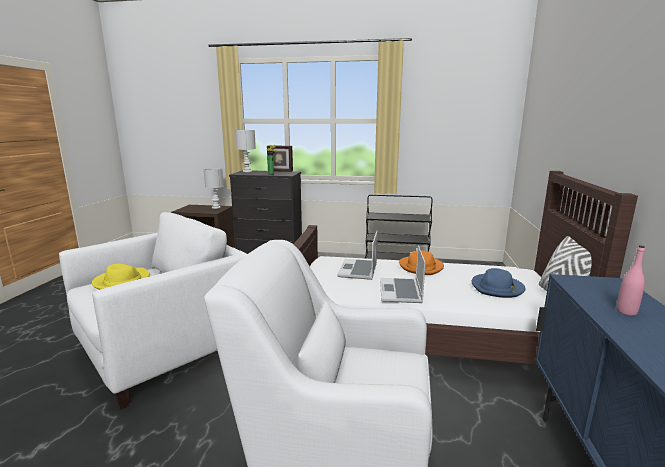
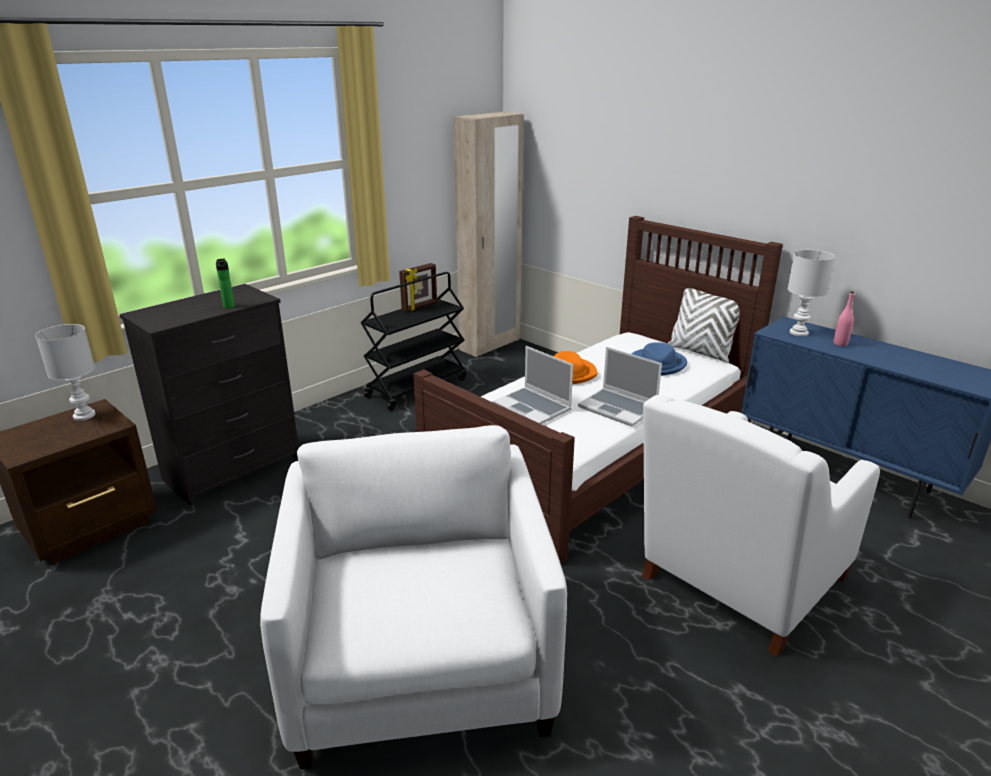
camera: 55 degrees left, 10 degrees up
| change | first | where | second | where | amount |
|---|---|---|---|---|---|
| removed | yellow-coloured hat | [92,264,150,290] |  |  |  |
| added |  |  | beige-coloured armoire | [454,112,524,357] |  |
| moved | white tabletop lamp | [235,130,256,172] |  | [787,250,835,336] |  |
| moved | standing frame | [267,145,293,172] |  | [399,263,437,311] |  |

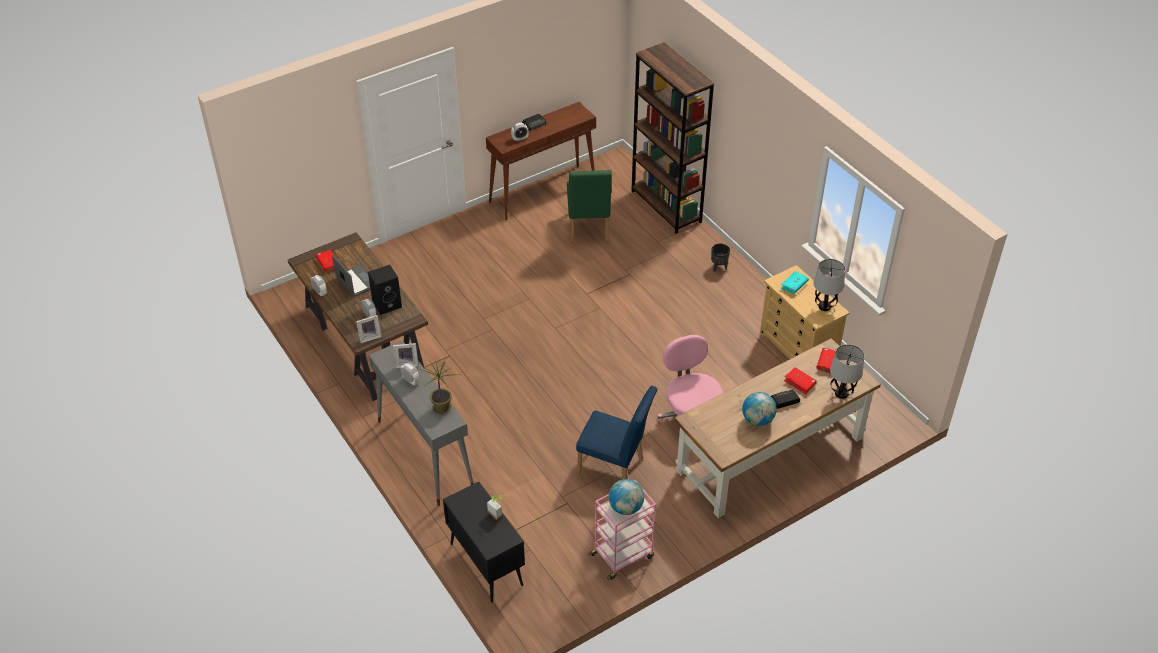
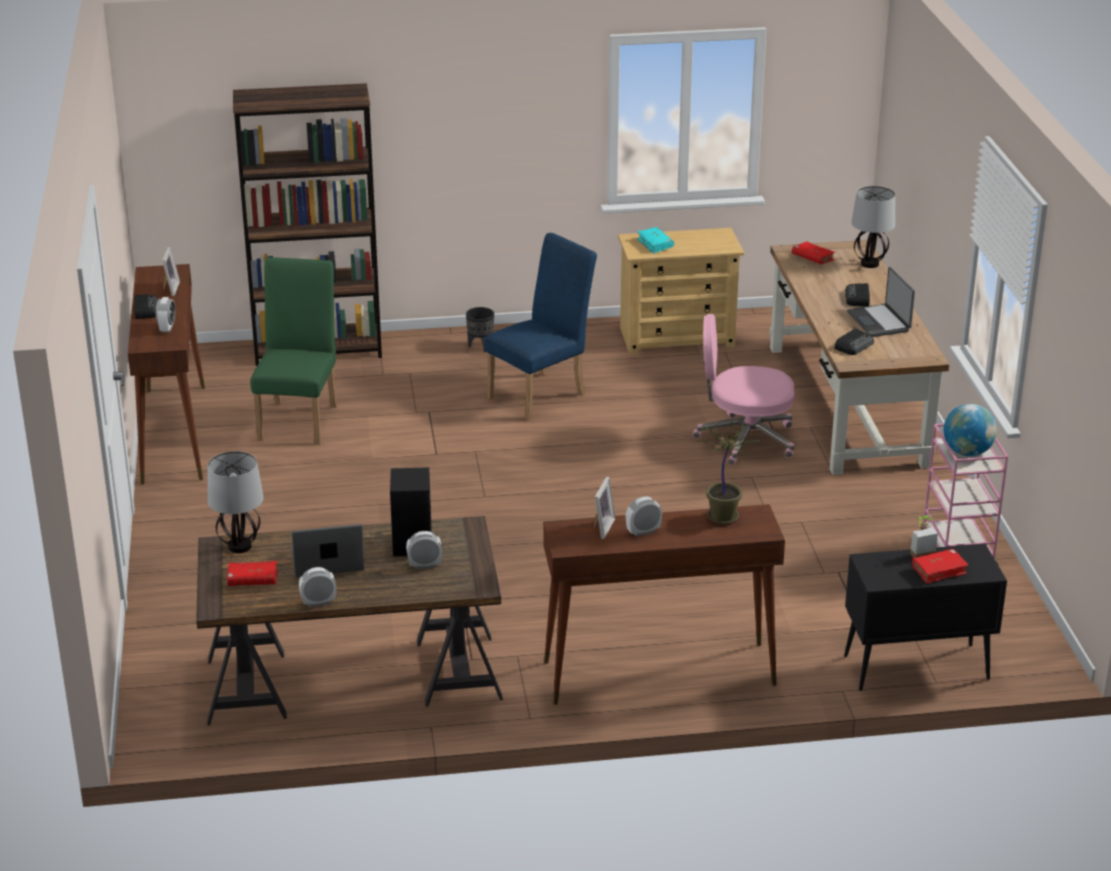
camera: 65 degrees left, 15 degrees down
| change | first | where | second | where | amount |
|---|---|---|---|---|---|
| added |  |  | radio set | [834,329,874,355] |  |
| moved | standing frame | [356,315,382,343] |  | [162,246,180,296] |  |
| moved | blue upright chair | [576,386,658,479] |  | [485,233,597,420] |  |
| moved | reddish bound book | [784,367,817,394] |  | [912,549,969,584] |  |
| moved | tabletop lamp | [814,259,845,311] |  | [208,451,264,553] |  |
| replaced | world globe | [742,392,777,426] | portable computer | [847,267,915,337] |  |
| recoloured | gray hall table | [369,340,474,506] | brown-coloured hall table | [543,504,785,705] |  |
| turned | greenish upright chair | [567,170,612,243] |  | [250,257,337,445] | 105 degrees counterclockwise |

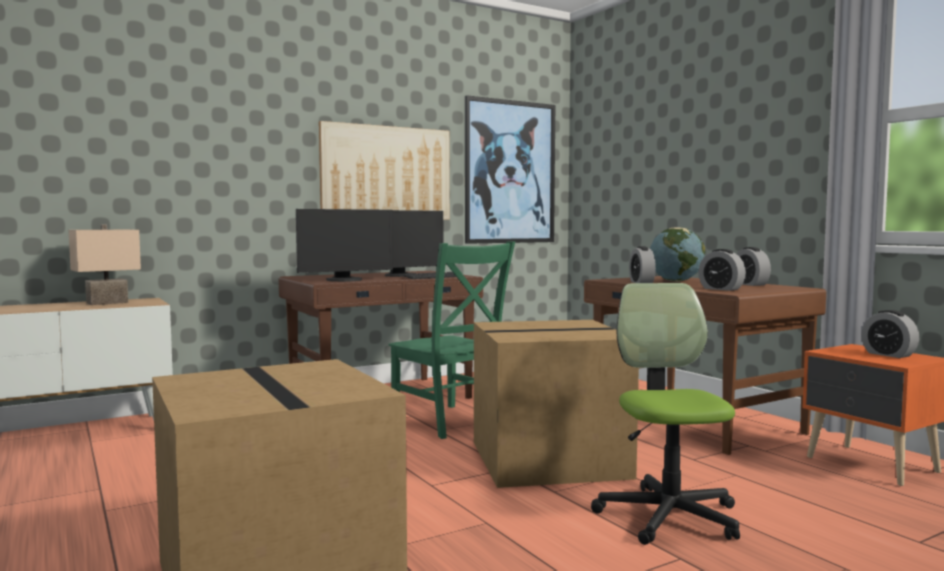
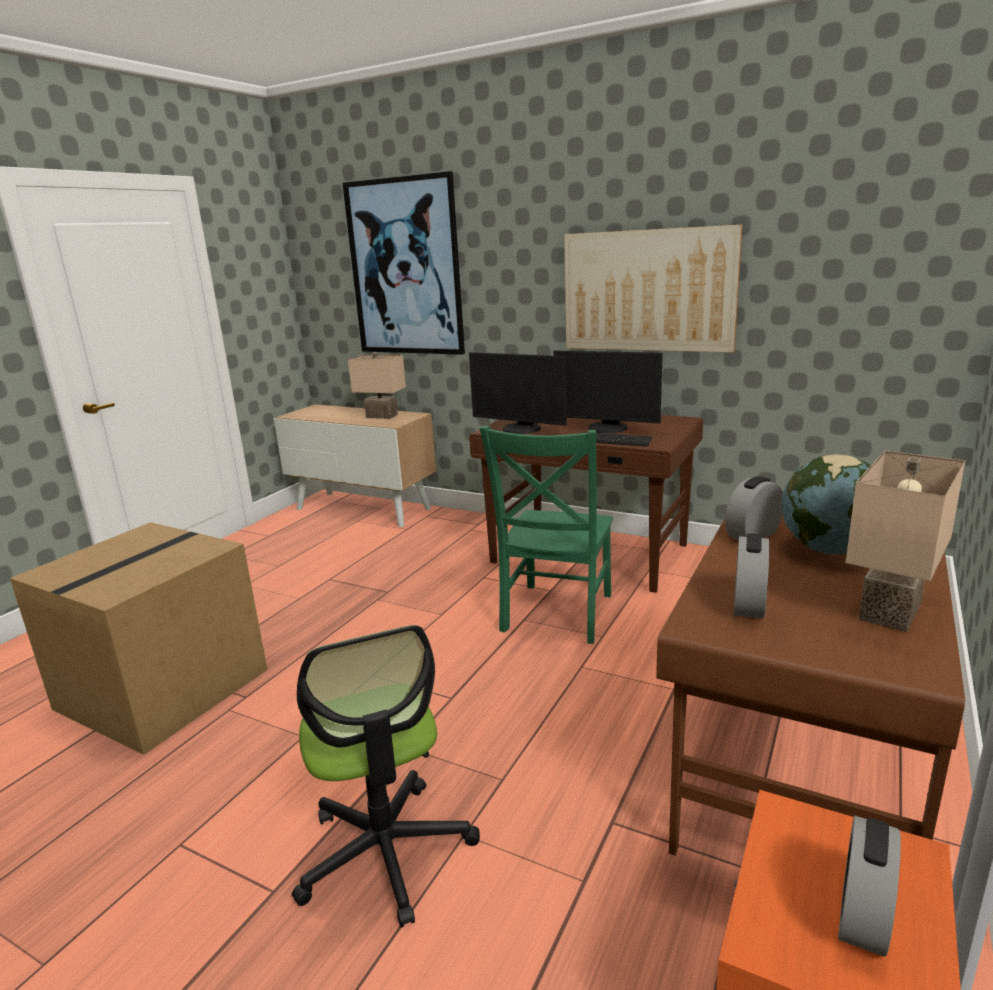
camera: 60 degrees right, 15 degrees up
| change | first | where | second | where | amount |
|---|---|---|---|---|---|
| removed | cardboard box | [474,320,639,488] |  |  |  |
| moved | picture | [465,95,555,244] |  | [343,171,465,355] |  |
| replaced | alarm clock | [736,247,771,286] | beige-coloured tabletop lamp | [846,450,965,632] |  |
| turned | office chair | [591,283,740,545] |  | [292,625,480,928] | 105 degrees clockwise |

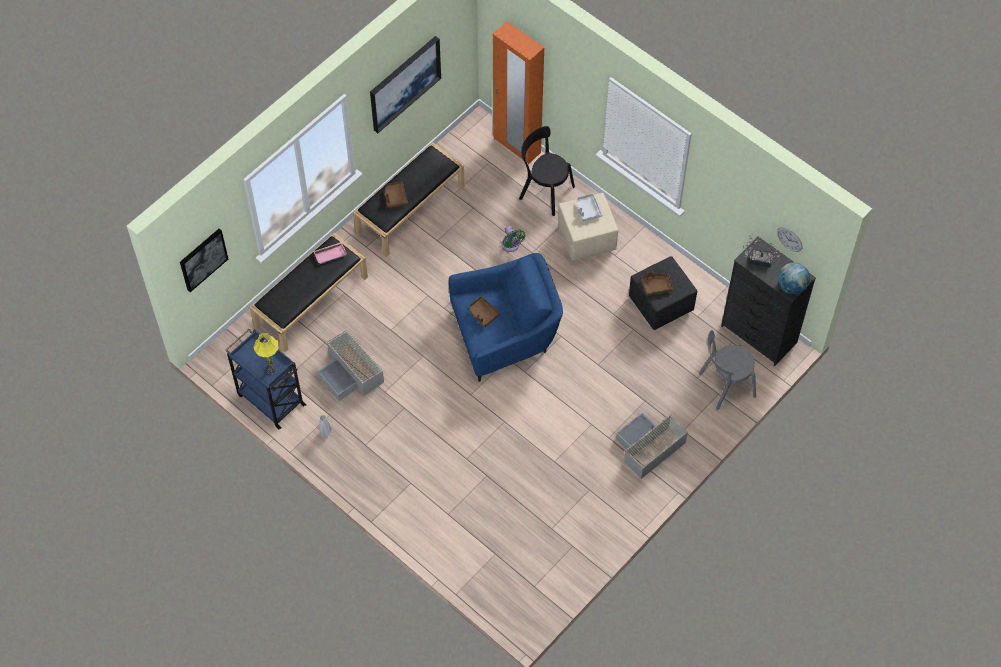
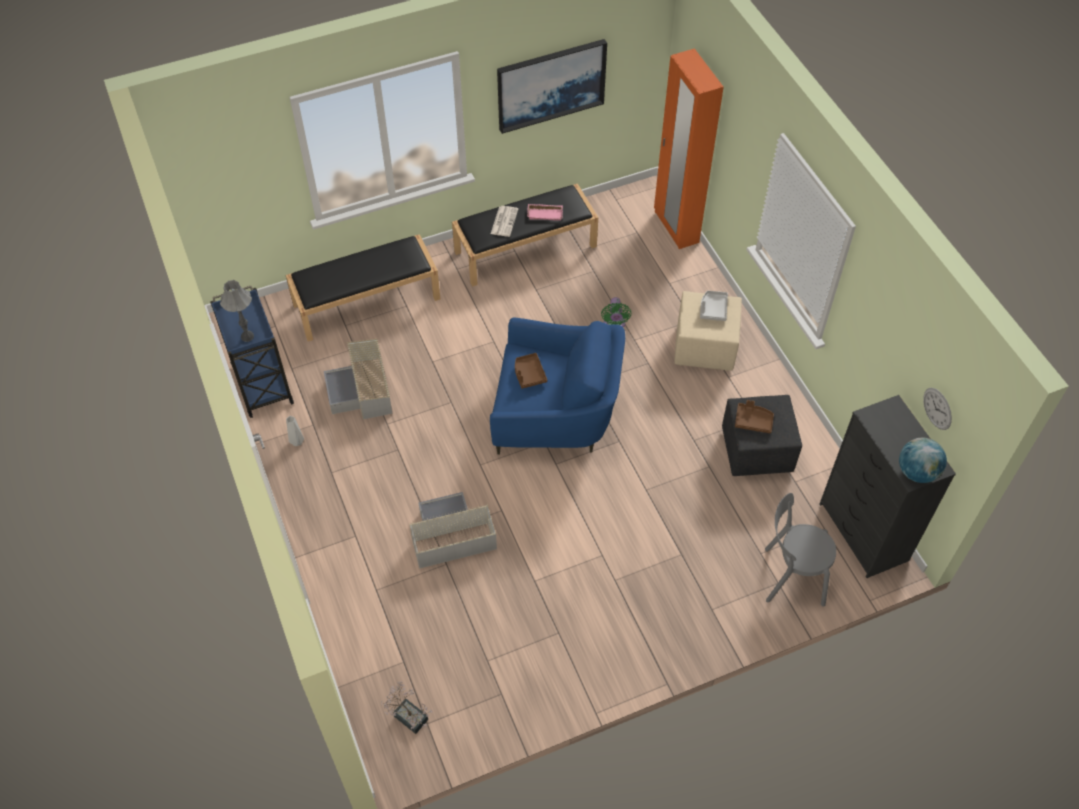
camera: 25 degrees right, 5 degrees down
| change | first | where | second | where | amount |
|---|---|---|---|---|---|
| removed | picture | [180,229,228,292] |  |  |  |
| removed | black upright chair | [519,126,575,216] |  |  |  |
| moved | pinkish serving tray | [313,242,347,264] |  | [527,204,563,221] |  |
| moved | gray storage bin | [616,412,688,479] |  | [409,492,497,569] |  |
| moved | houseplant | [743,234,779,268] |  | [381,681,433,734] |  |
| replaced | brown-coloured serving tray | [385,181,408,208] | newspaper | [491,206,518,237] |  |
| recoloured | yellow-coloured tabletop lamp | [253,333,279,374] | gray tabletop lamp | [220,280,254,342] |  |

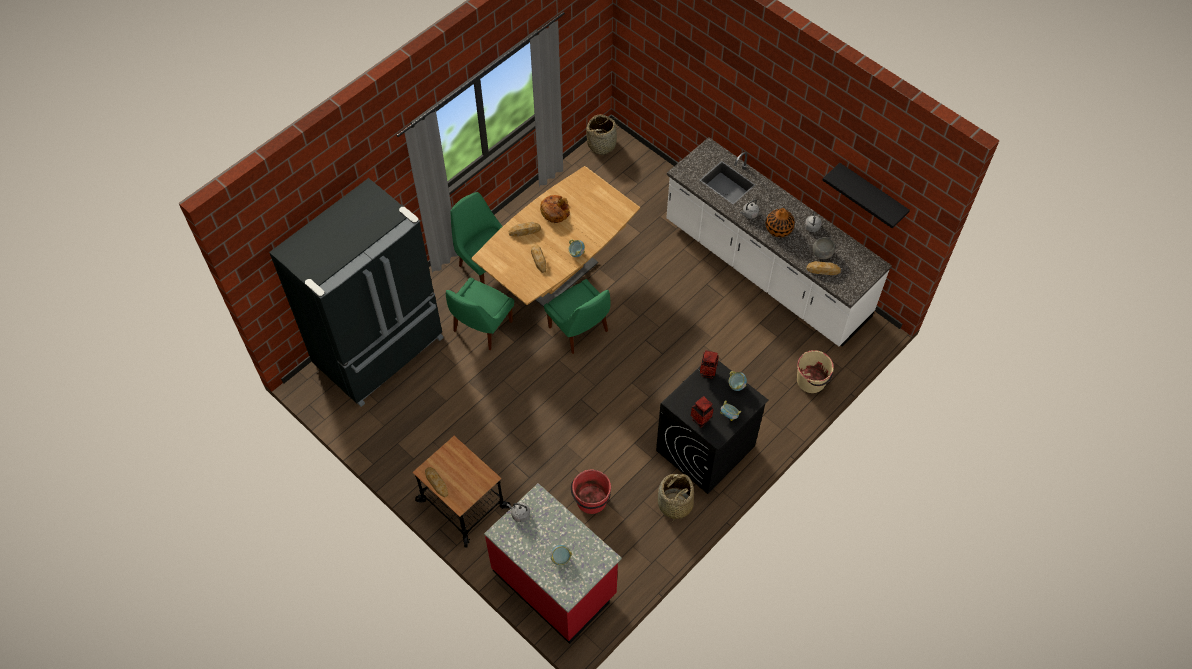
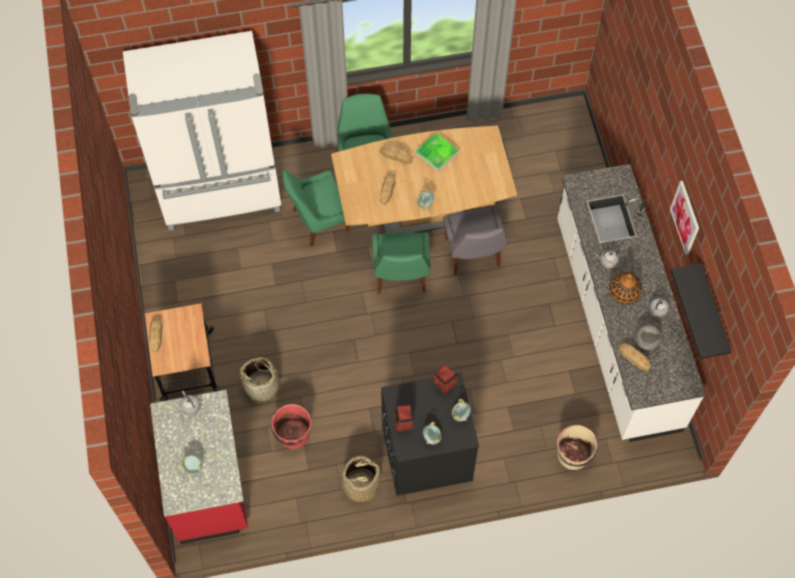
camera: 35 degrees right, 5 degrees up
| change | first | where | second | where | amount |
|---|---|---|---|---|---|
| added |  |  | gray upright chair | [443,207,507,275] |  |
| added |  |  | picture | [670,181,699,255] |  |
| moved | household basket | [586,115,617,155] |  | [238,357,286,402] |  |
| replaced | bread | [540,195,570,223] | serving tray | [416,133,459,172] |  |
| recoloured | black fridge | [269,178,444,407] | white fridge | [123,31,281,231] |  |

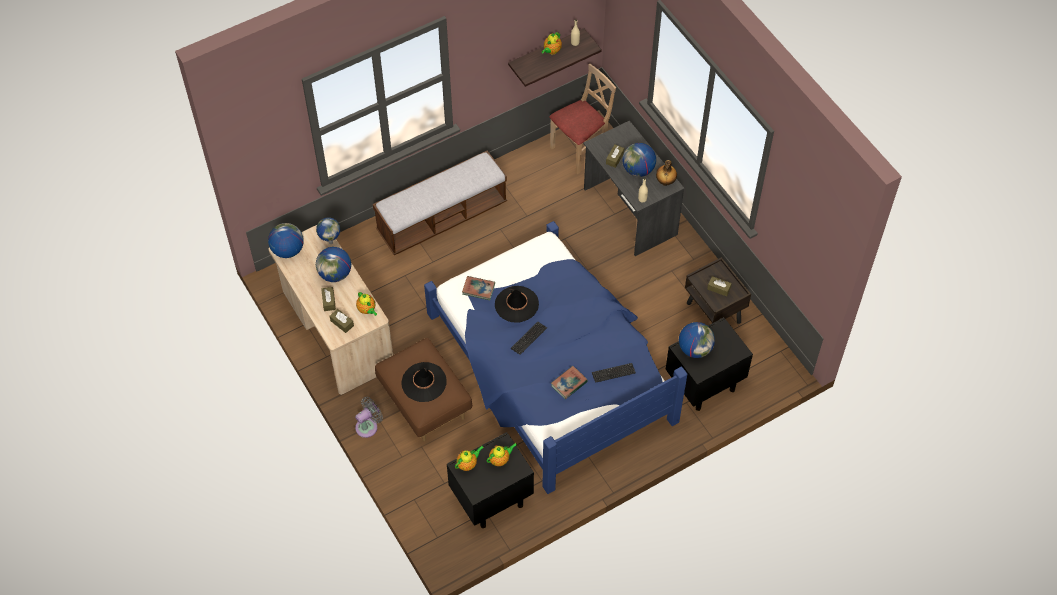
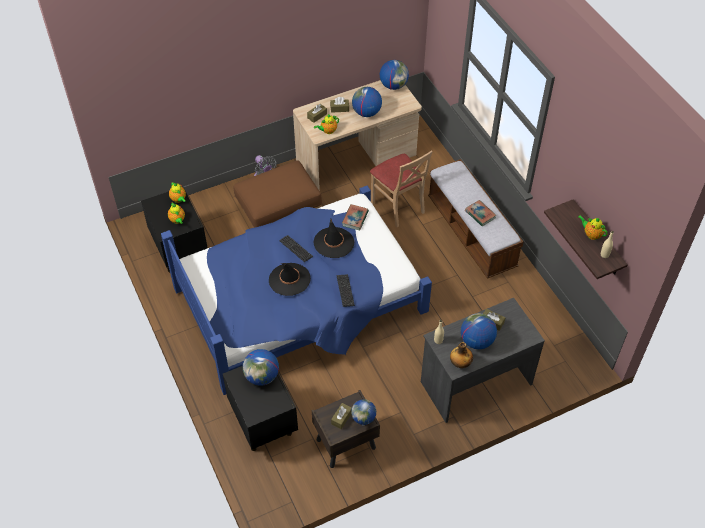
camera: 95 degrees right, 5 degrees down
| change | first | where | second | where | amount |
|---|---|---|---|---|---|
| moved | world globe | [316,217,340,244] |  | [351,399,376,426] |  |
| moved | black hat | [401,362,446,402] |  | [269,263,311,296] |  |
| moved | beige-coloured upright chair | [549,64,616,174] |  | [370,150,432,227] |  |
| moved | bound book | [551,366,588,399] |  | [465,200,496,226] |  |
| moved | PC keyboard | [592,363,636,383] |  | [336,274,355,307] |  |

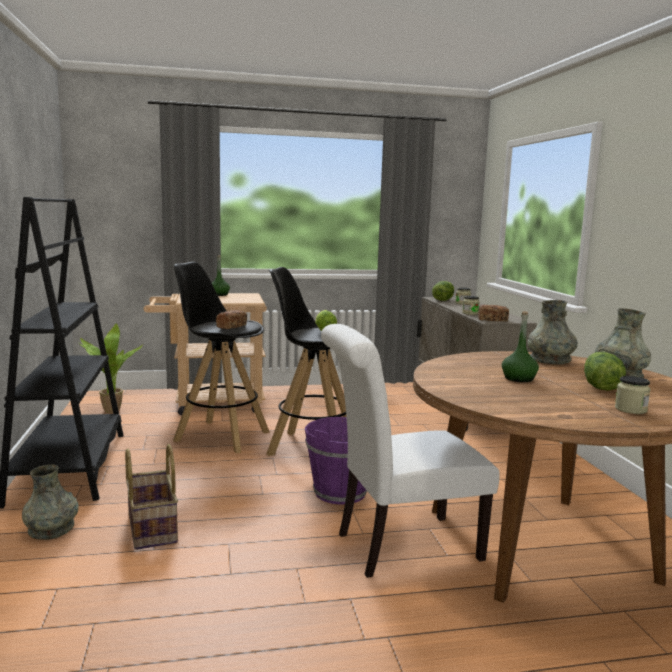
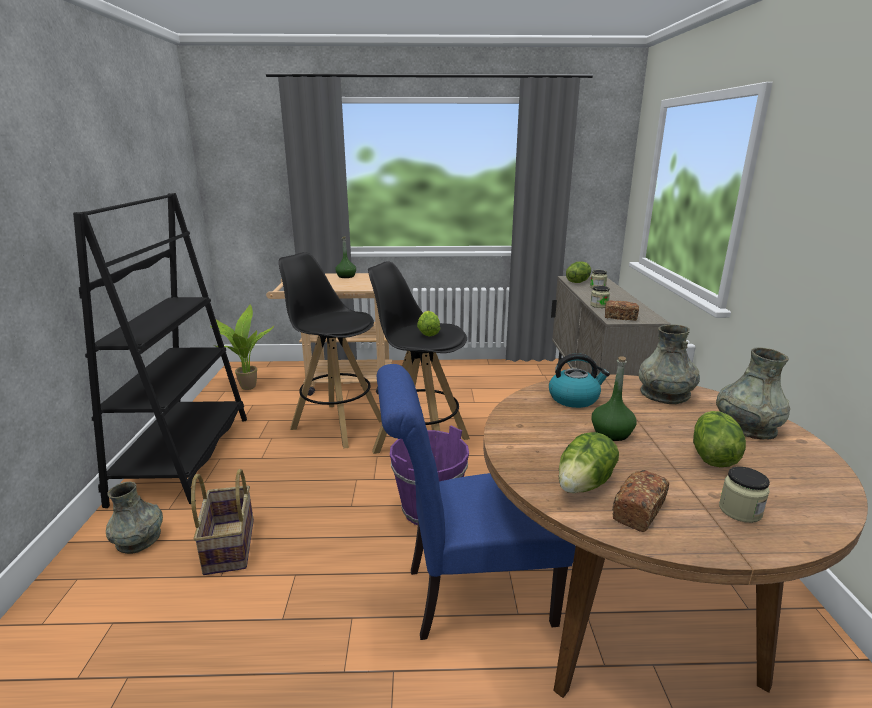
camera: 10 degrees right, 10 degrees up
| change | first | where | second | where | amount |
|---|---|---|---|---|---|
| added |  |  | water kettle | [549,353,610,408] |  |
| added |  |  | head of lettuce | [559,432,619,493] |  |
| moved | bread | [216,310,247,329] |  | [612,470,669,532] |  |
| recoloured | white upright chair | [321,324,500,578] | blue upright chair | [377,364,576,640] |  |

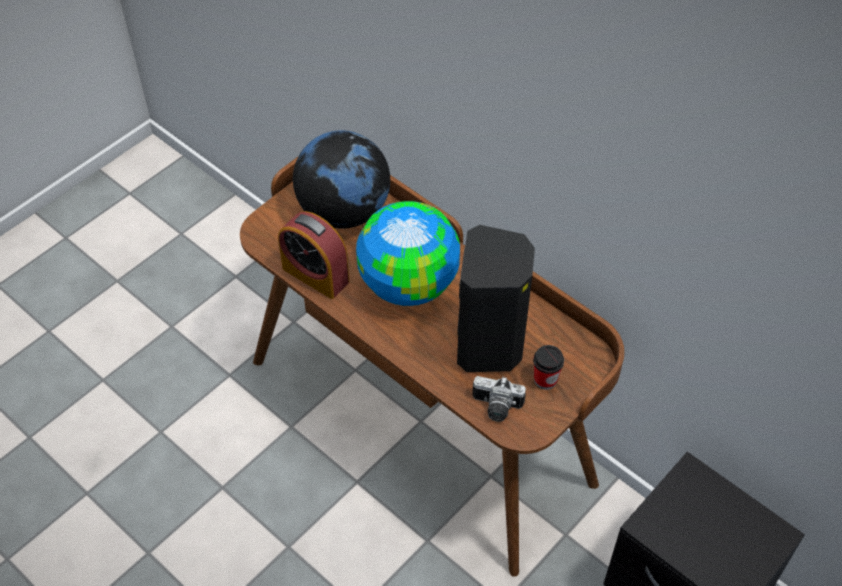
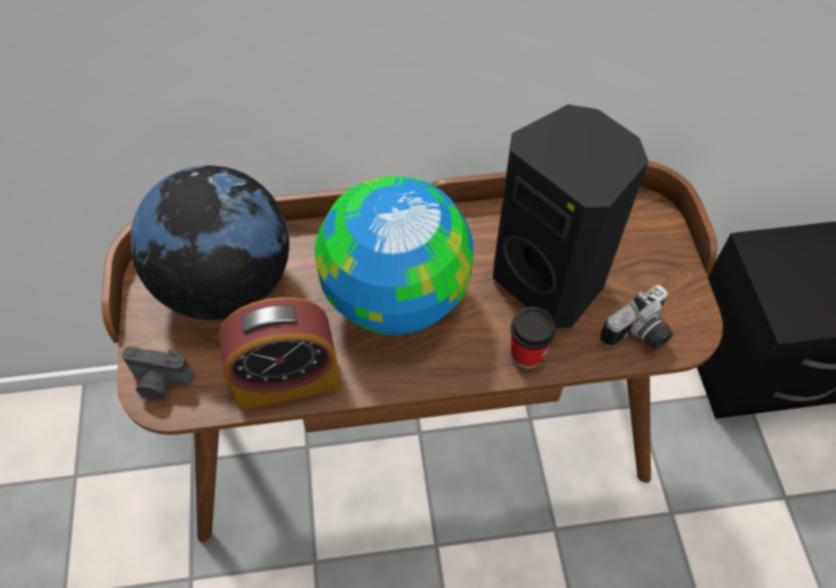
camera: 50 degrees left, 5 degrees up
| change | first | where | second | where | amount |
|---|---|---|---|---|---|
| added |  |  | photo camera | [122,346,194,400] |  |
| moved | drinking cup | [533,345,564,390] |  | [511,307,556,369] |  |

